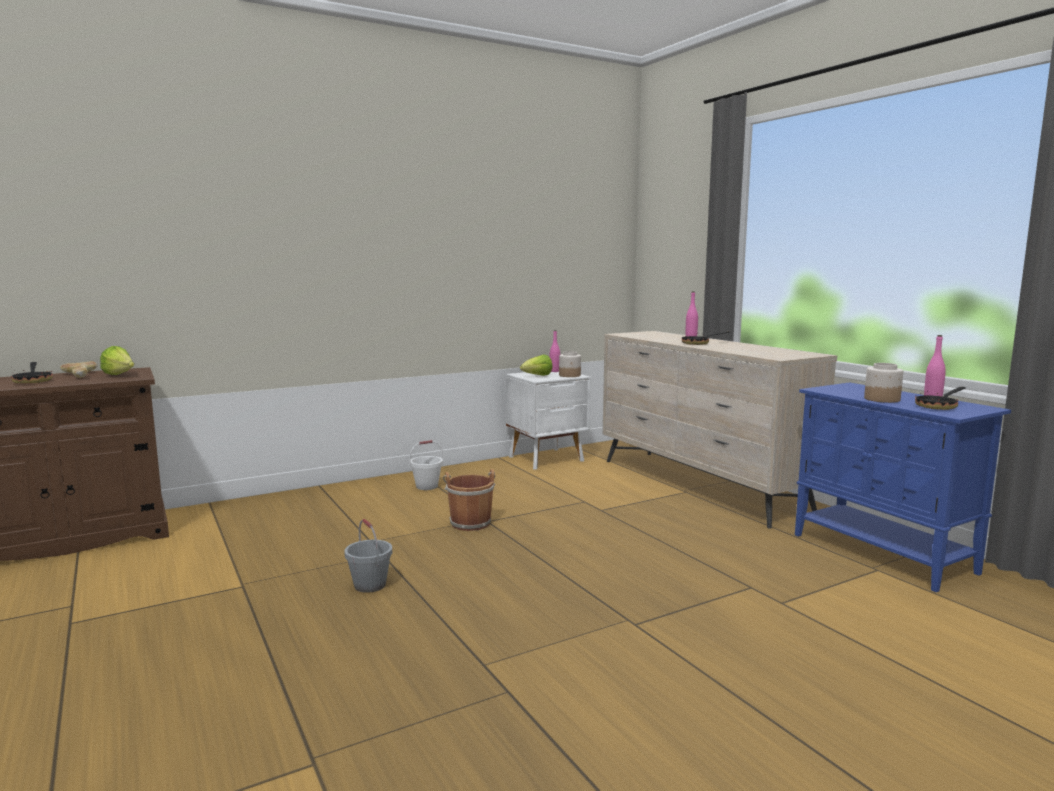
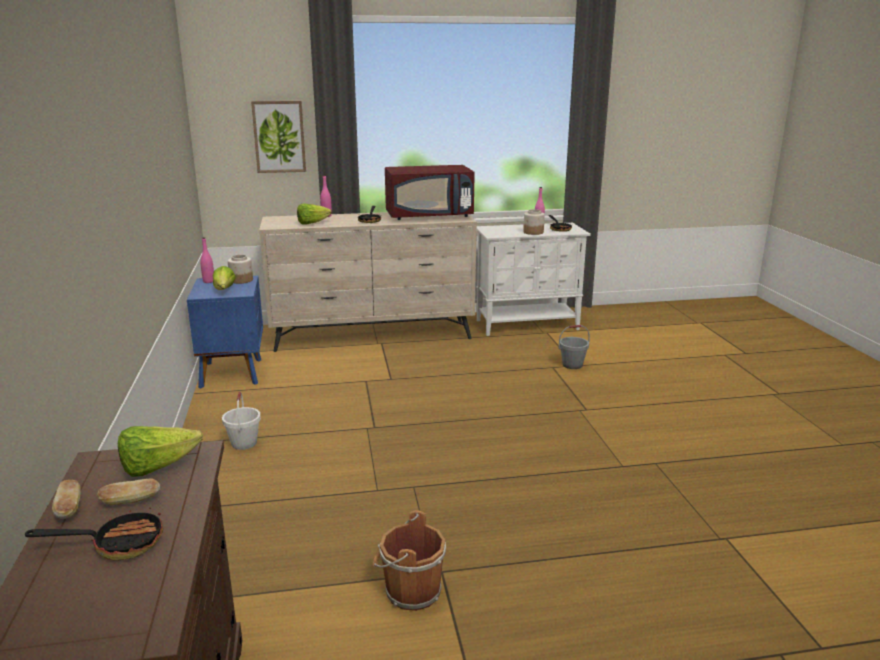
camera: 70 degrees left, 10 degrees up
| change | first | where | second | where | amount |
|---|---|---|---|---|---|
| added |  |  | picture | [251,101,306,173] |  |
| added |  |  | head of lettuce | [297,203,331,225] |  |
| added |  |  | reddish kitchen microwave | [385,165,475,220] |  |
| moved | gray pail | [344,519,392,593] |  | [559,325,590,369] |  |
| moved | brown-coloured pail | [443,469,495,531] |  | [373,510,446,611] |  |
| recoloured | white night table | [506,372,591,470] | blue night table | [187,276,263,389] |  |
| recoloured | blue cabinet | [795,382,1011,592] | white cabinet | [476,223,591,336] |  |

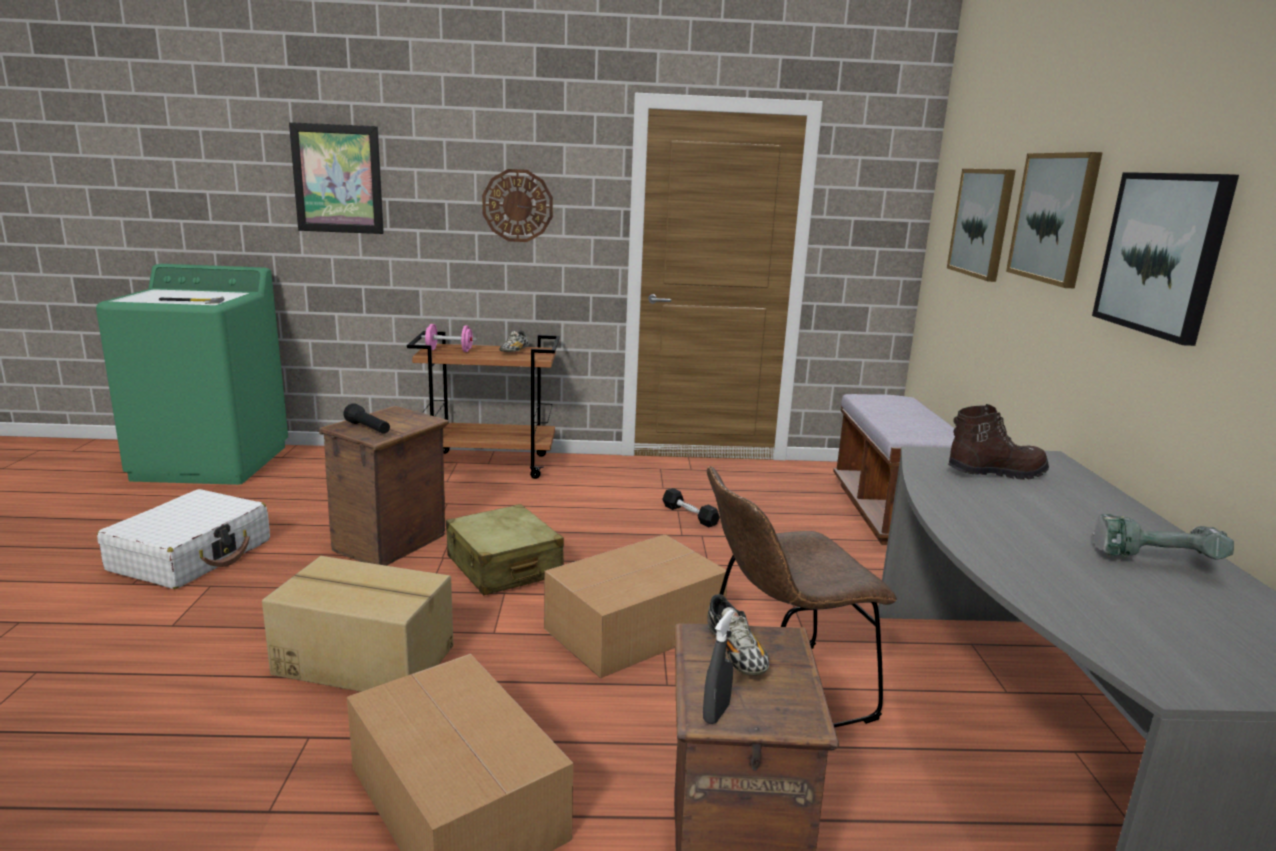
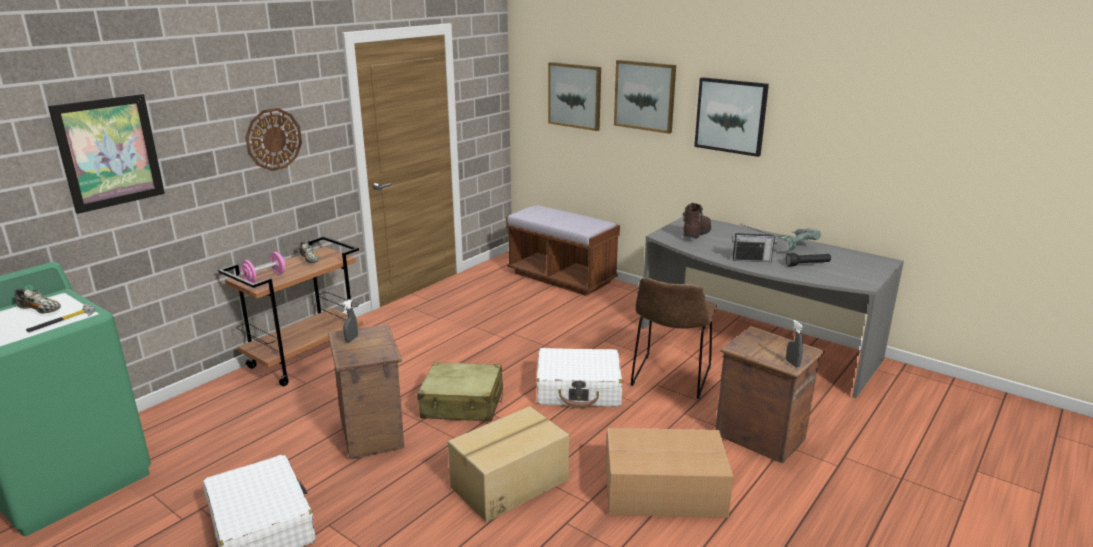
camera: 50 degrees left, 5 degrees up
| change | first | where | second | where | amount |
|---|---|---|---|---|---|
| removed | black dumbbell | [662,488,720,528] |  |  |  |
| added |  |  | gray sprayer | [342,299,358,342] |  |
| added |  |  | radio set | [732,224,777,262] |  |
| moved | black torch | [343,404,390,434] |  | [786,253,831,266] |  |
| moved | shoe | [707,594,769,676] |  | [14,289,61,314] |  |
| replaced | cardboard box | [544,534,728,678] | white travel case | [536,348,622,408] |  |

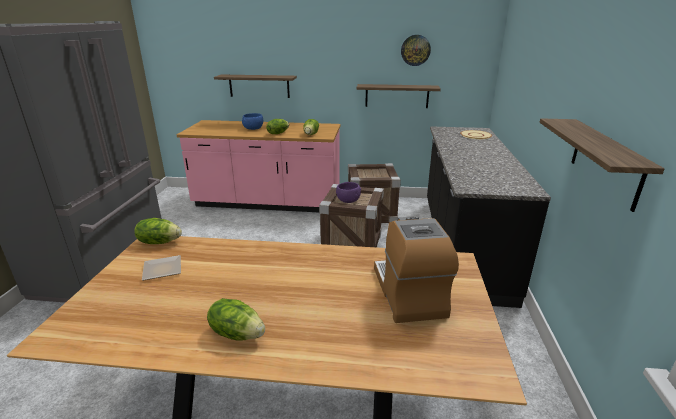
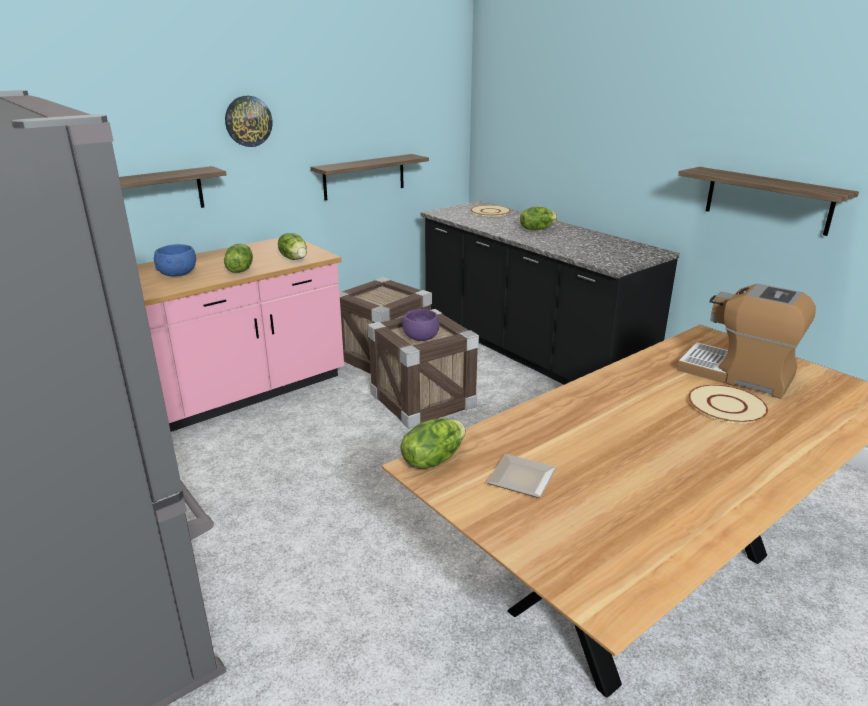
camera: 45 degrees left, 0 degrees up
| change | first | where | second | where | amount |
|---|---|---|---|---|---|
| added |  |  | beige-coloured flat dish | [688,385,768,424] |  |
| moved | head of lettuce | [207,298,265,341] |  | [520,207,558,230] |  |
| moved | clock on the wall | [401,35,431,66] |  | [225,95,272,147] |  |

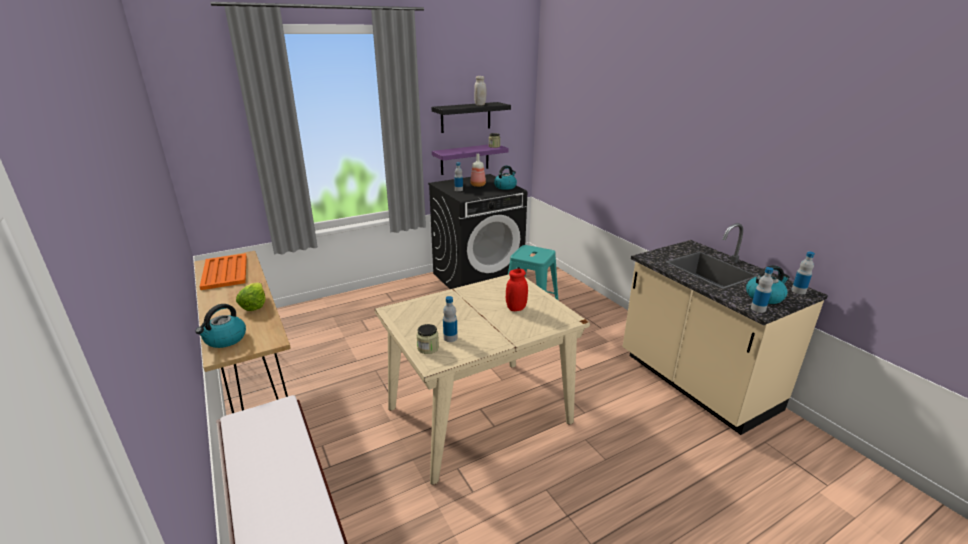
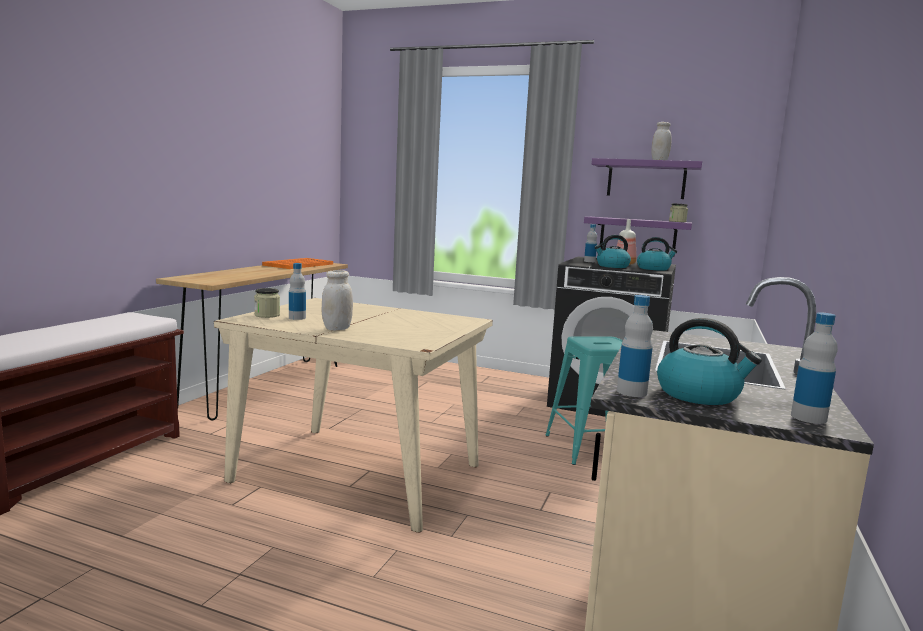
camera: 50 degrees right, 15 degrees down
| change | first | where | second | where | amount |
|---|---|---|---|---|---|
| removed | head of lettuce | [236,282,266,311] |  |  |  |
| removed | reddish storage jar | [506,269,528,311] |  |  |  |
| added |  |  | white storage jar | [322,270,353,331] |  |
| moved | water kettle | [195,304,246,348] |  | [594,235,631,268] |  |
| recoloured | black bracket shelf | [432,102,511,133] | purple-coloured bracket shelf | [592,158,702,199] |  |

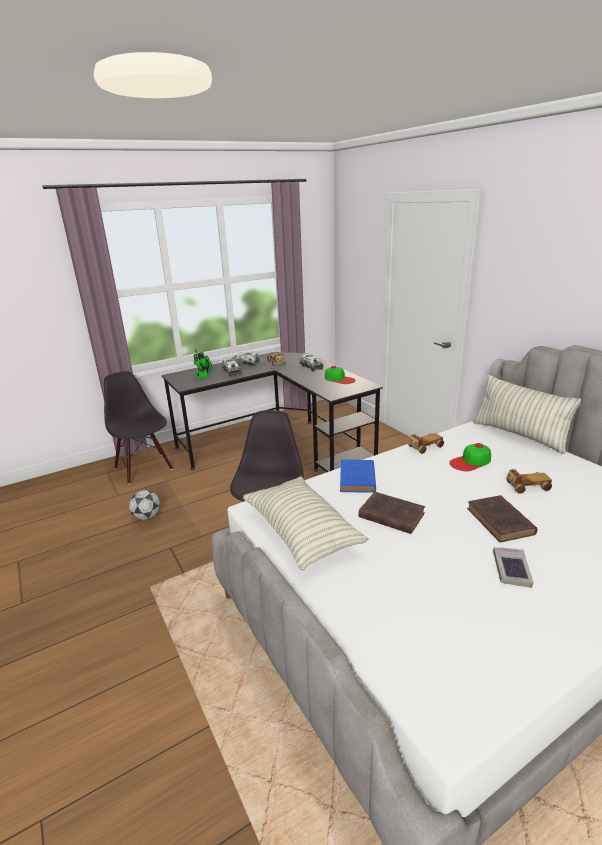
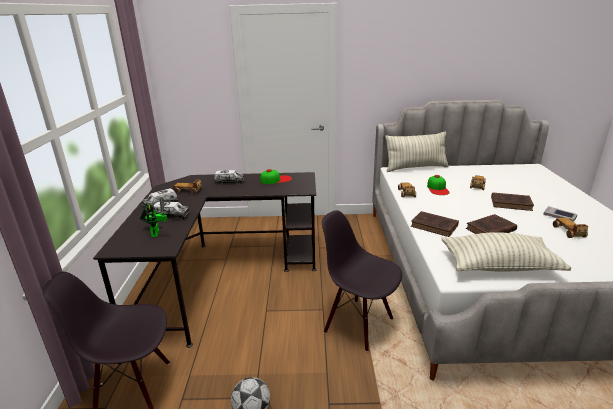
camera: 60 degrees left, 0 degrees up
| change | first | where | second | where | amount |
|---|---|---|---|---|---|
| added |  |  | model car | [553,218,588,238] |  |
| recoloured | blue bound book | [340,460,376,493] | brown-coloured bound book | [411,211,459,237] |  |

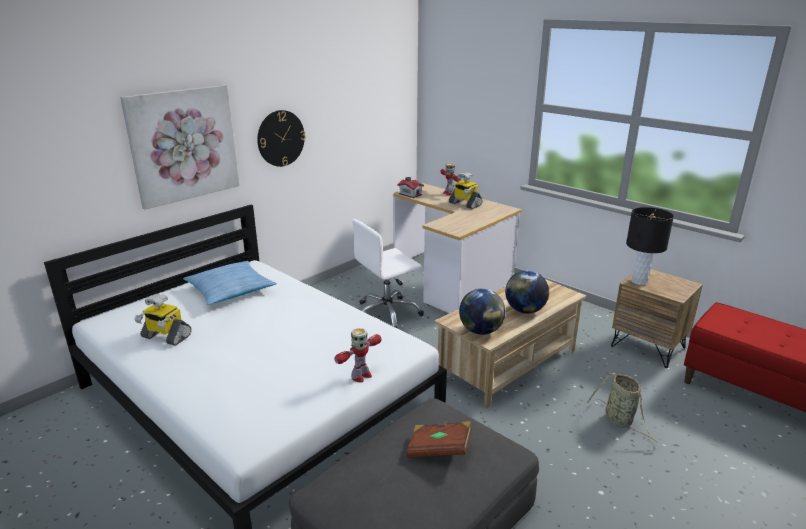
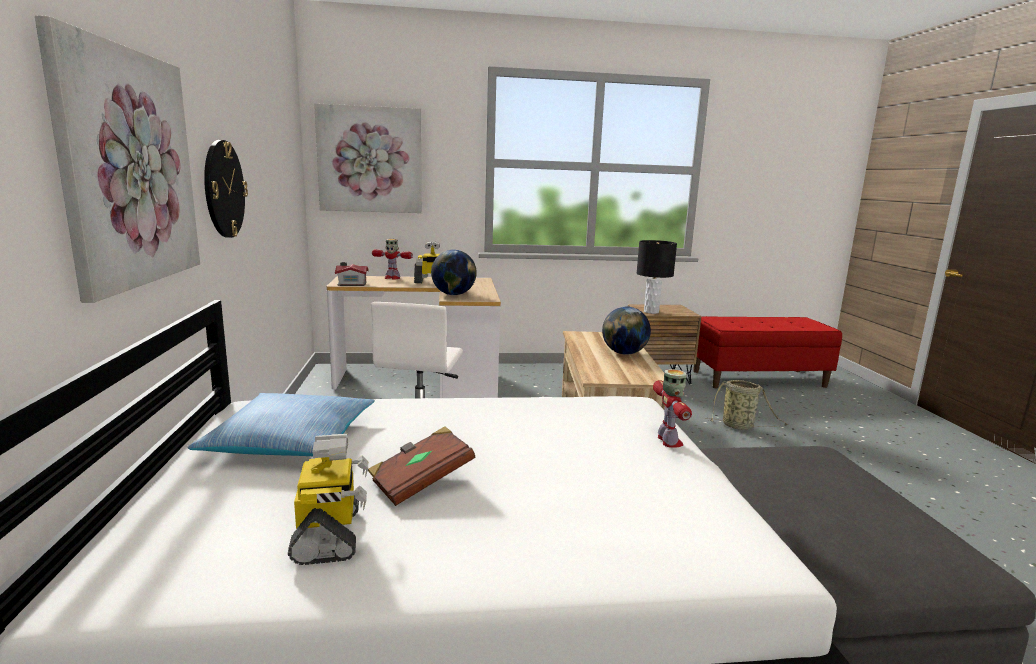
camera: 50 degrees left, 10 degrees down
| change | first | where | second | where | amount |
|---|---|---|---|---|---|
| added |  |  | picture | [314,103,422,213] |  |
| moved | brown-coloured bound book | [406,421,472,458] |  | [368,426,475,506] |  |
| moved | world globe | [459,288,505,335] |  | [431,250,477,295] |  |
| turned | robot figure | [134,293,192,346] |  | [288,434,369,565] | 75 degrees counterclockwise |

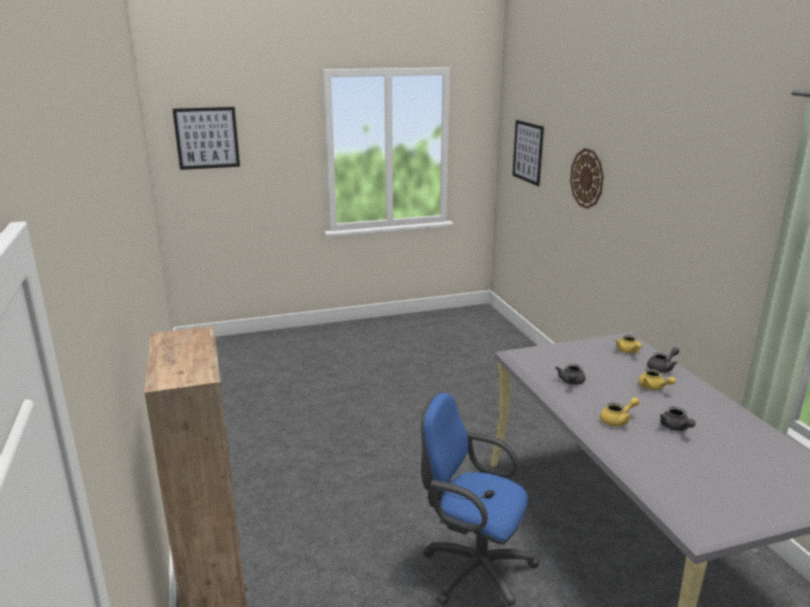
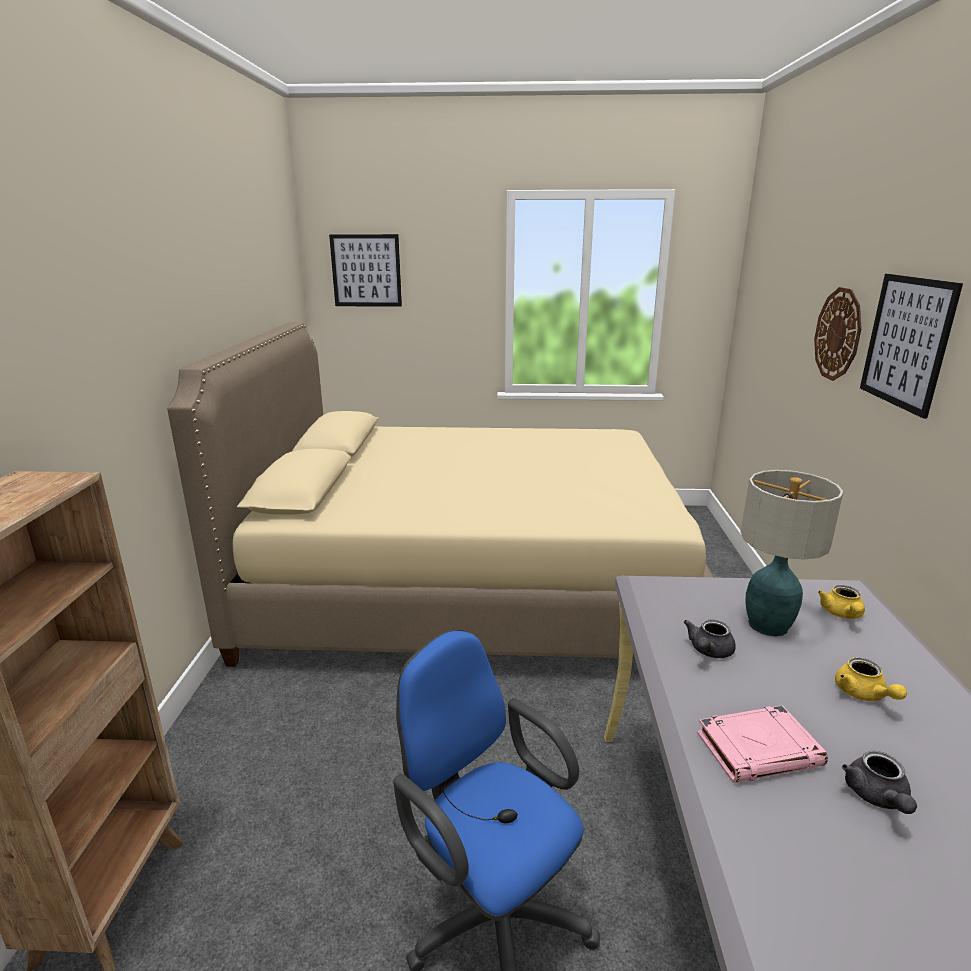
camera: 20 degrees right, 0 degrees up
| change | first | where | second | where | amount |
|---|---|---|---|---|---|
| removed | gray pot for tea | [647,347,680,373] |  |  |  |
| added |  |  | beige-coloured bedroom bed | [167,322,714,667] |  |
| added |  |  | tabletop lamp | [741,470,843,636] |  |
| moved | picture | [512,120,544,186] |  | [860,274,963,419] |  |
| replaced | yellow-coloured pot for tea | [600,397,640,426] | pinkish bound book | [697,705,828,783] |  |

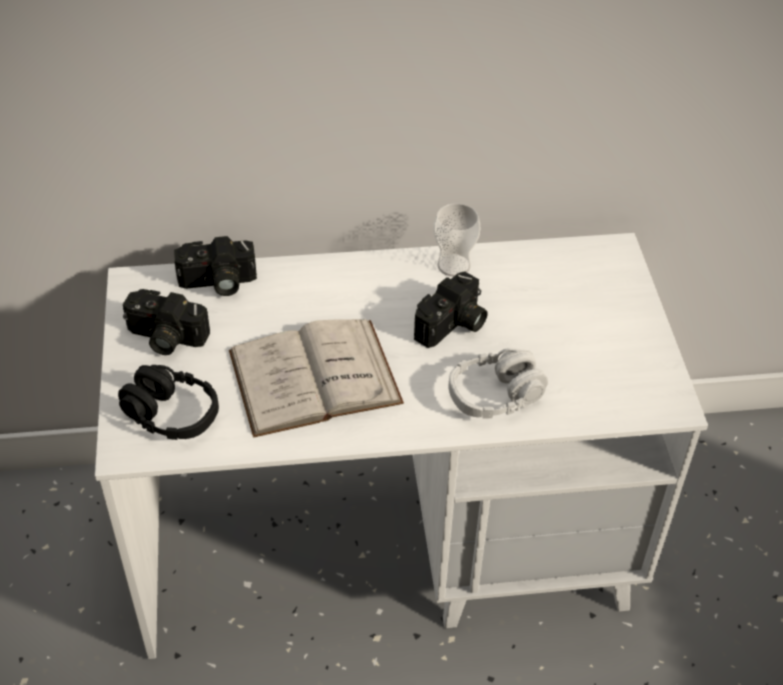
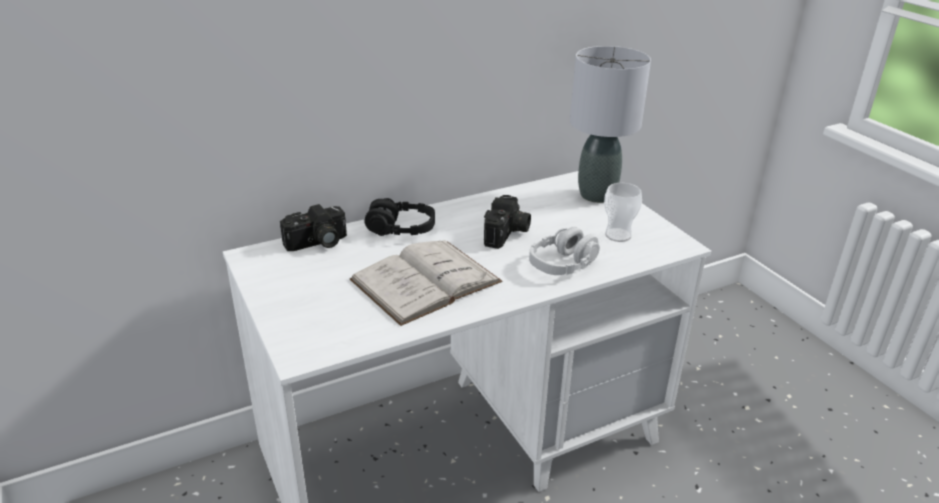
camera: 20 degrees left, 15 degrees down
| change | first | where | second | where | amount |
|---|---|---|---|---|---|
| removed | photo camera | [123,289,210,355] |  |  |  |
| added |  |  | gray tabletop lamp | [570,46,651,203] |  |
| moved | black headphones | [118,365,219,440] |  | [364,198,435,236] |  |
| moved | drinking cup | [433,203,480,277] |  | [604,183,642,242] |  |

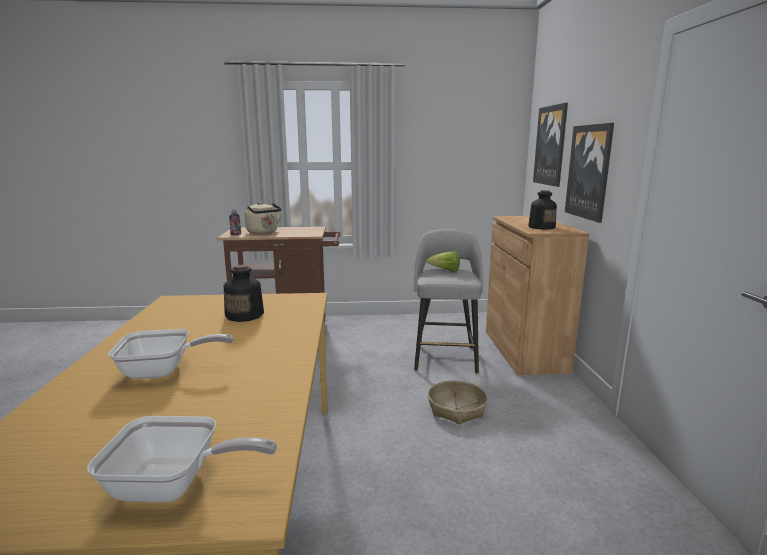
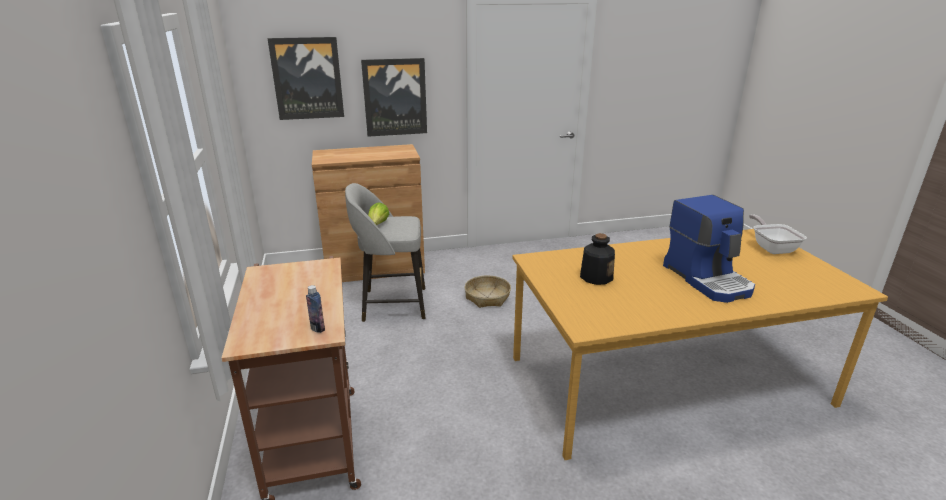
camera: 100 degrees left, 10 degrees up
| change | first | where | second | where | amount |
|---|---|---|---|---|---|
| removed | beige-coloured water kettle | [245,202,281,234] |  |  |  |
| removed | bottle | [528,190,557,229] |  |  |  |
| replaced | frying pan | [108,329,234,379] | coffee maker | [663,195,755,303] |  |

